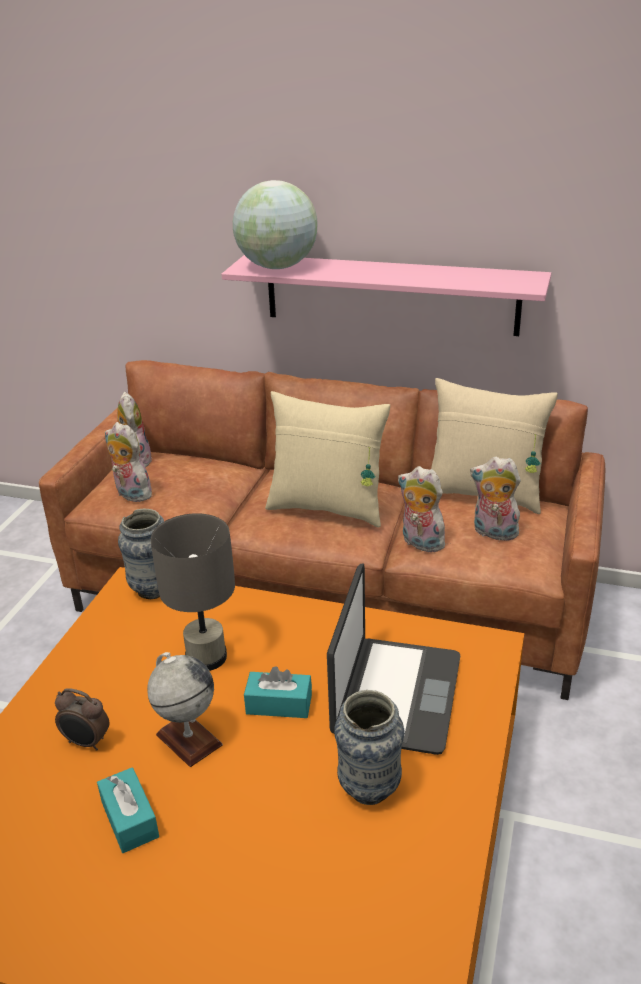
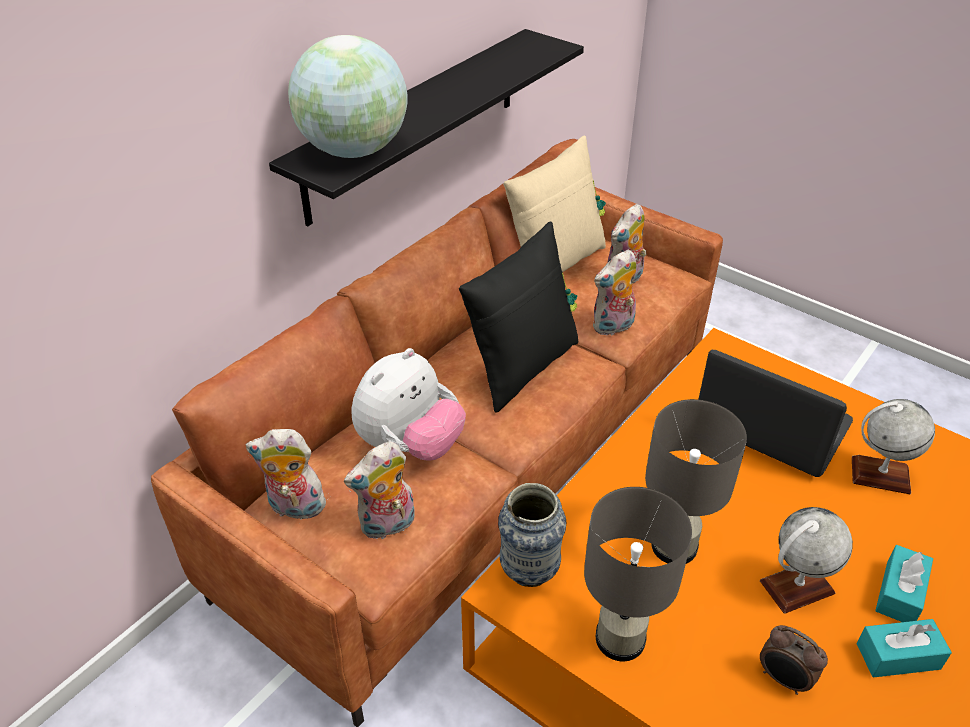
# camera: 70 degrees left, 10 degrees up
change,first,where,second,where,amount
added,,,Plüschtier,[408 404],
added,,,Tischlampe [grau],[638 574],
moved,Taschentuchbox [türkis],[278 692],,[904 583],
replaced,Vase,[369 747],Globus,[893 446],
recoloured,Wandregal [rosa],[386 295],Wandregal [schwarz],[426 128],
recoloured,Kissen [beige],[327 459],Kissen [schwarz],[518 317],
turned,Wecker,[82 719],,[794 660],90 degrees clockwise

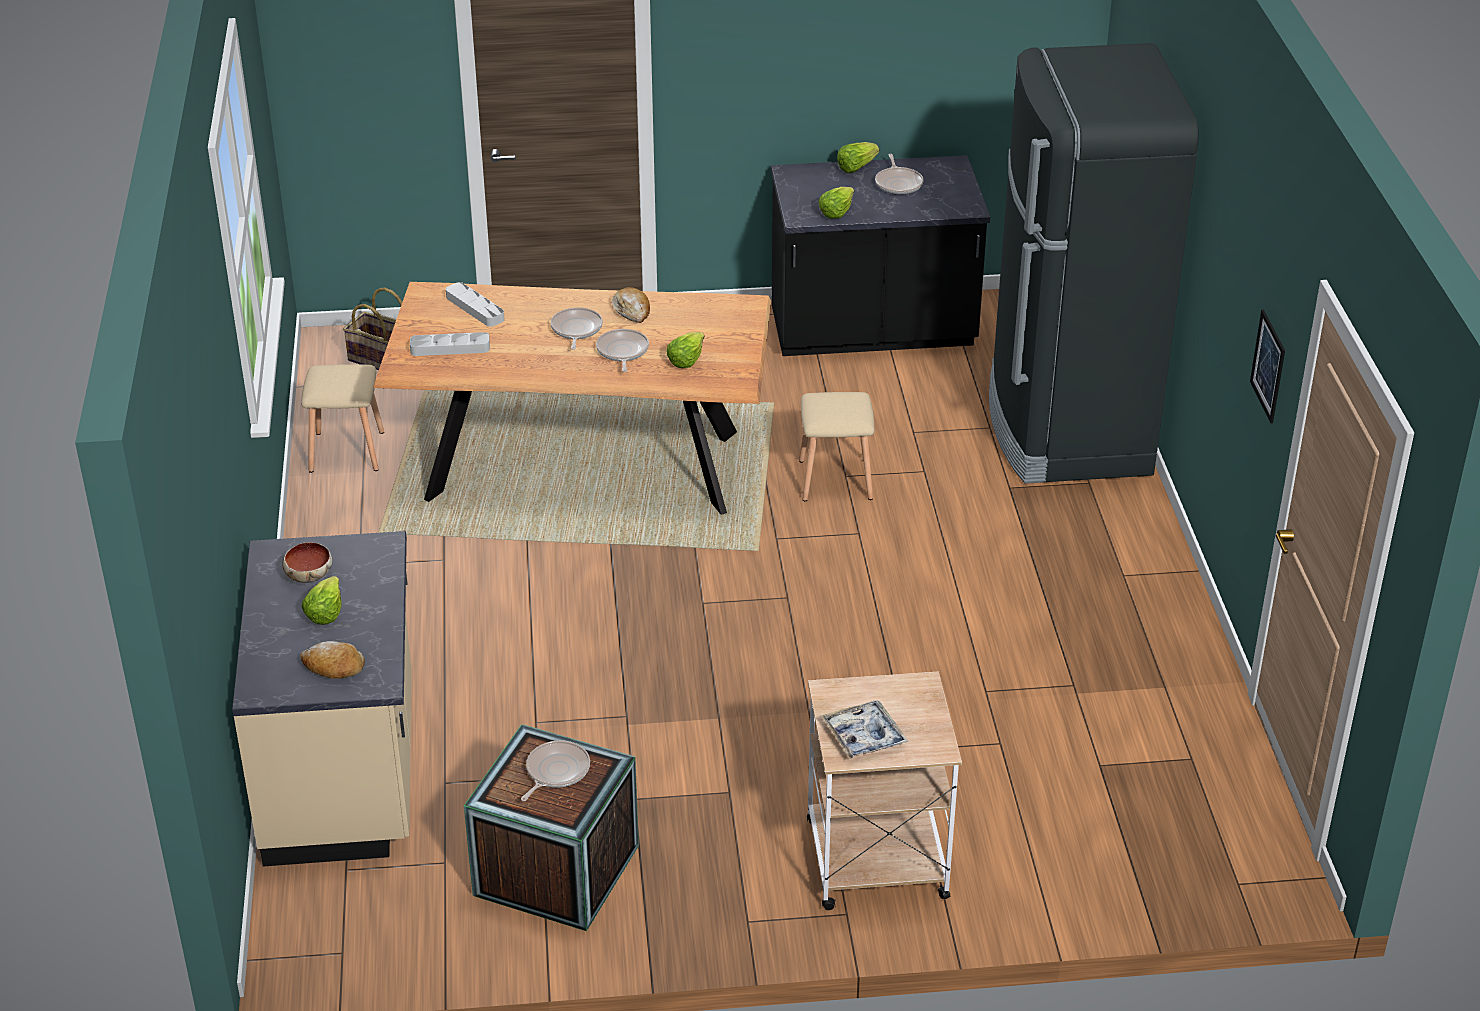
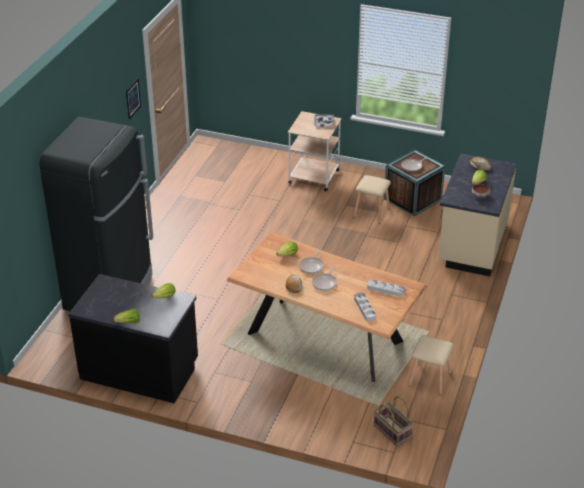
# camera: 155 degrees left, 0 degrees up
change,first,where,second,where,amount
removed,Pfanne,[899 174],,,
moved,Hocker [beige],[836 446],,[372 199],

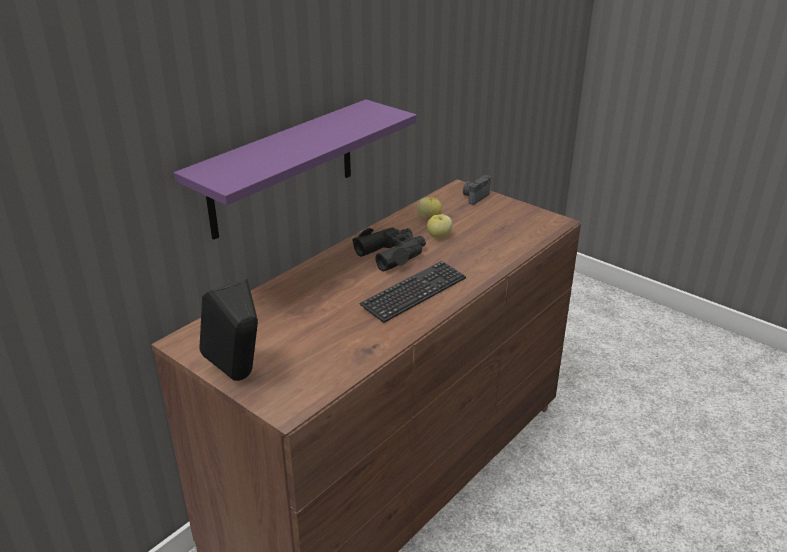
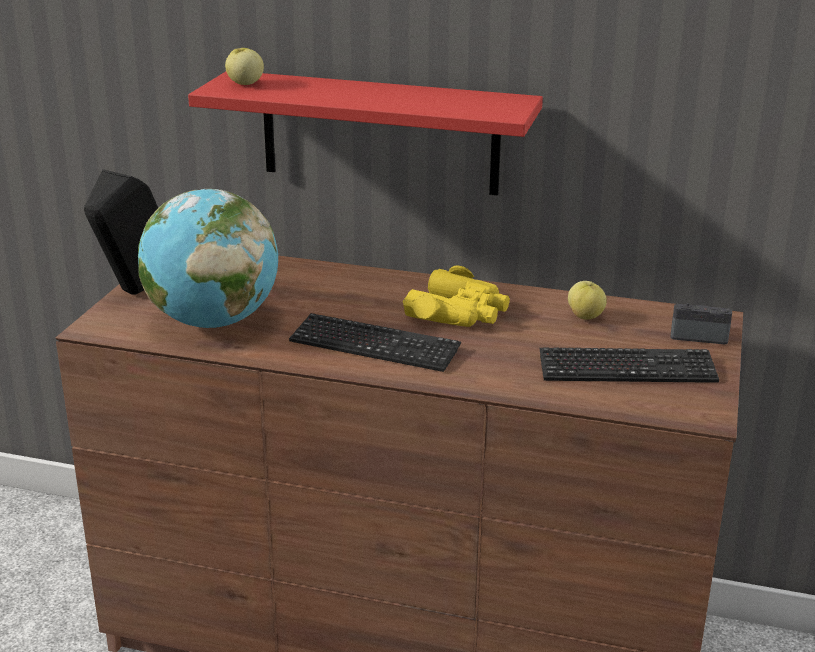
# camera: 65 degrees right, 5 degrees down
change,first,where,second,where,amount
added,,,Globus,[208 258],
added,,,Tastatur,[629 365],
moved,Apfel,[439 226],,[244 66],
recoloured,Wandregal [lila],[295 169],Wandregal [rot],[365 133],
recoloured,Fernglas [schwarz],[389 249],Fernglas [gelb],[456 296],

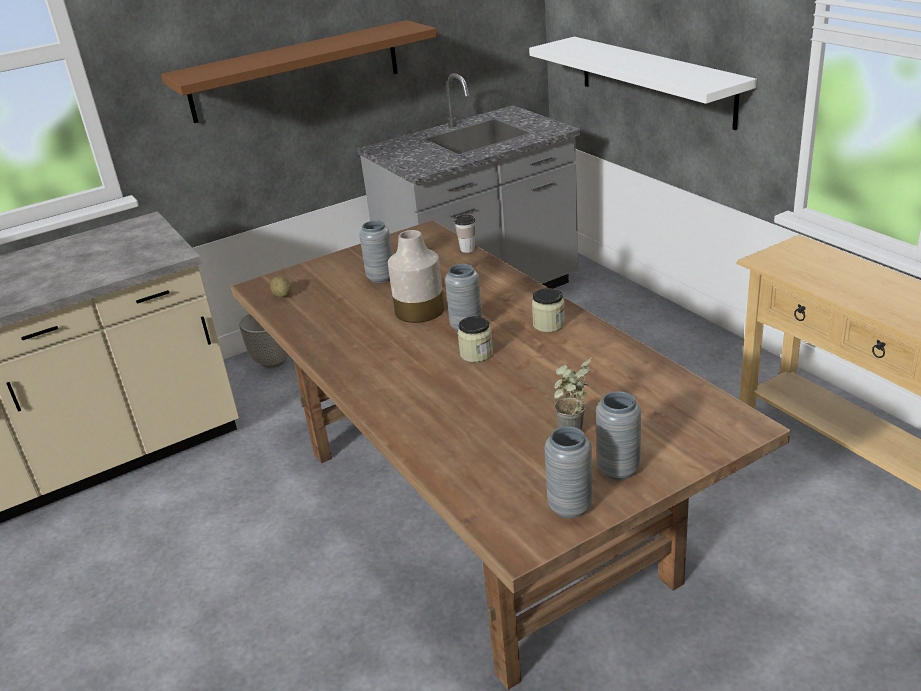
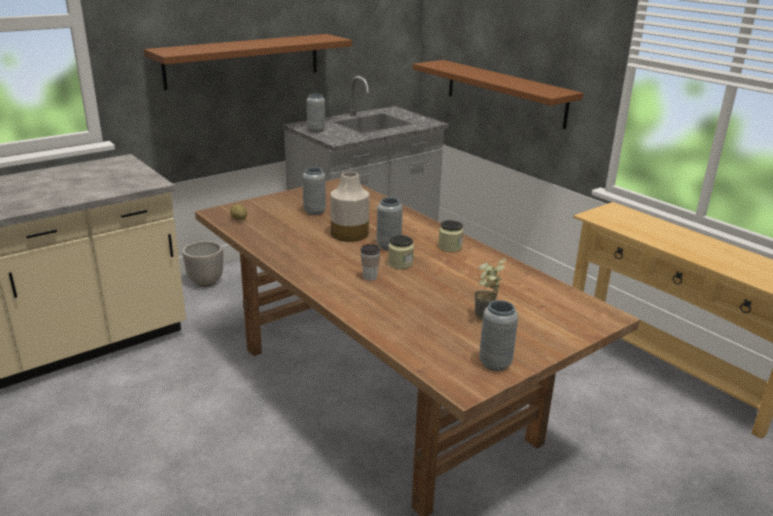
# camera: 10 degrees left, 5 degrees down
change,first,where,second,where,amount
moved,Tasse,[464 234],,[370 262],
moved,Vase [grau],[618 435],,[316 113],
recoloured,Wandregal [weiß],[643 83],Wandregal [braun],[498 94],

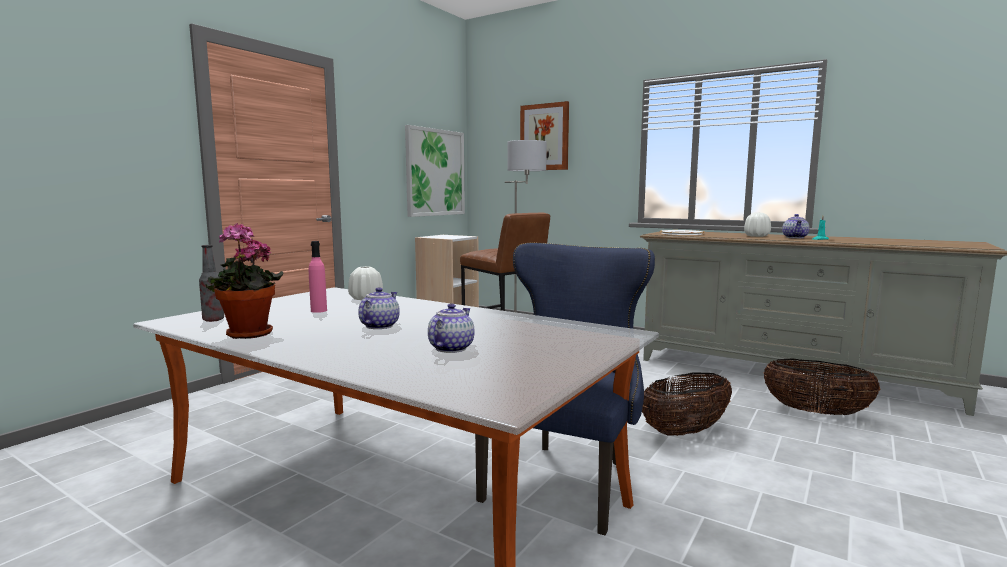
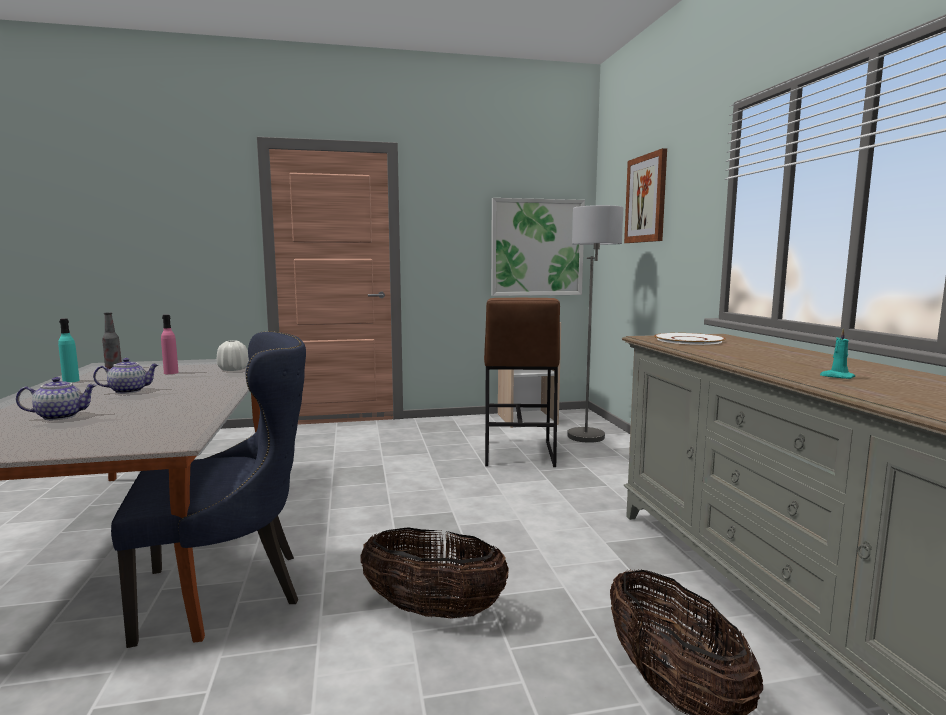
# camera: 45 degrees right, 0 degrees up
change,first,where,second,where,amount
removed,Vase [weiß],[757 225],,,
removed,Teekanne,[795 226],,,
replaced,Topfpflanze,[244 281],Flasche [türkis],[69 351],

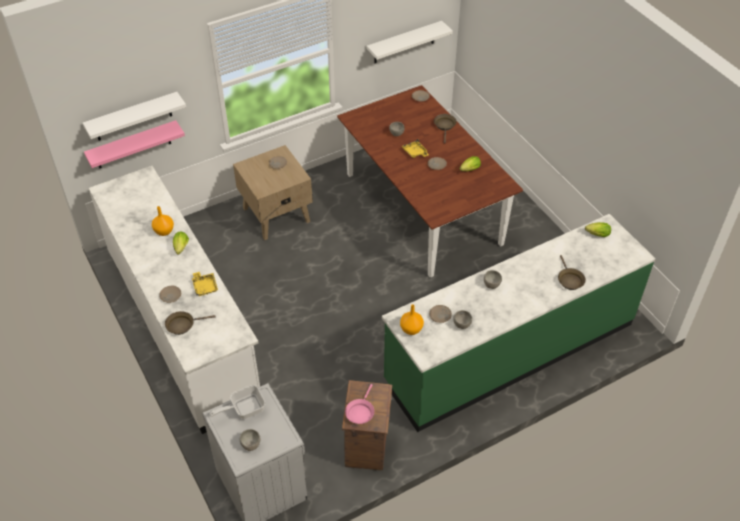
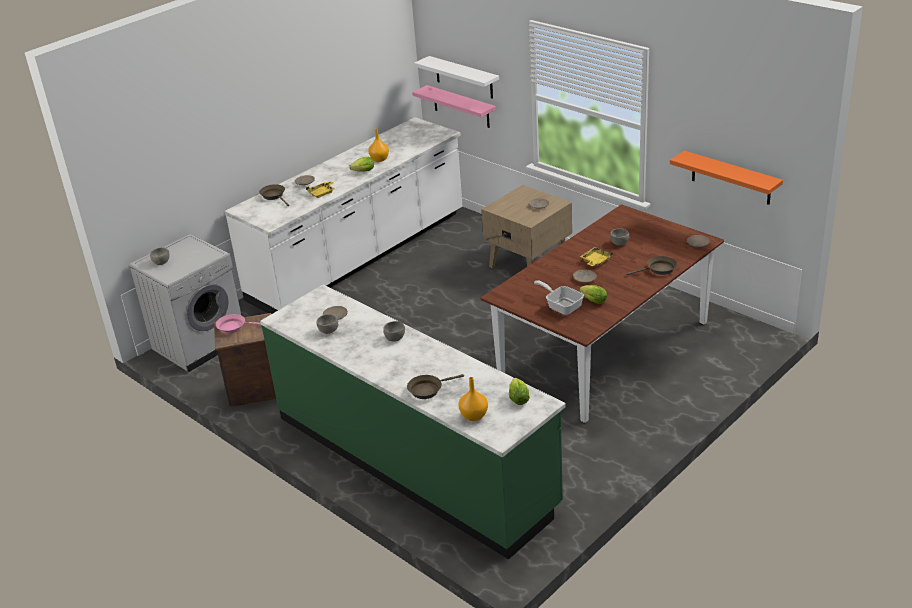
# camera: 75 degrees right, 15 degrees down
change,first,where,second,where,amount
moved,Pfanne,[238 402],,[559 297],
moved,Vase [orange],[412 320],,[473 399],
recoloured,Wandregal [weiß],[410 42],Wandregal [orange],[726 178],

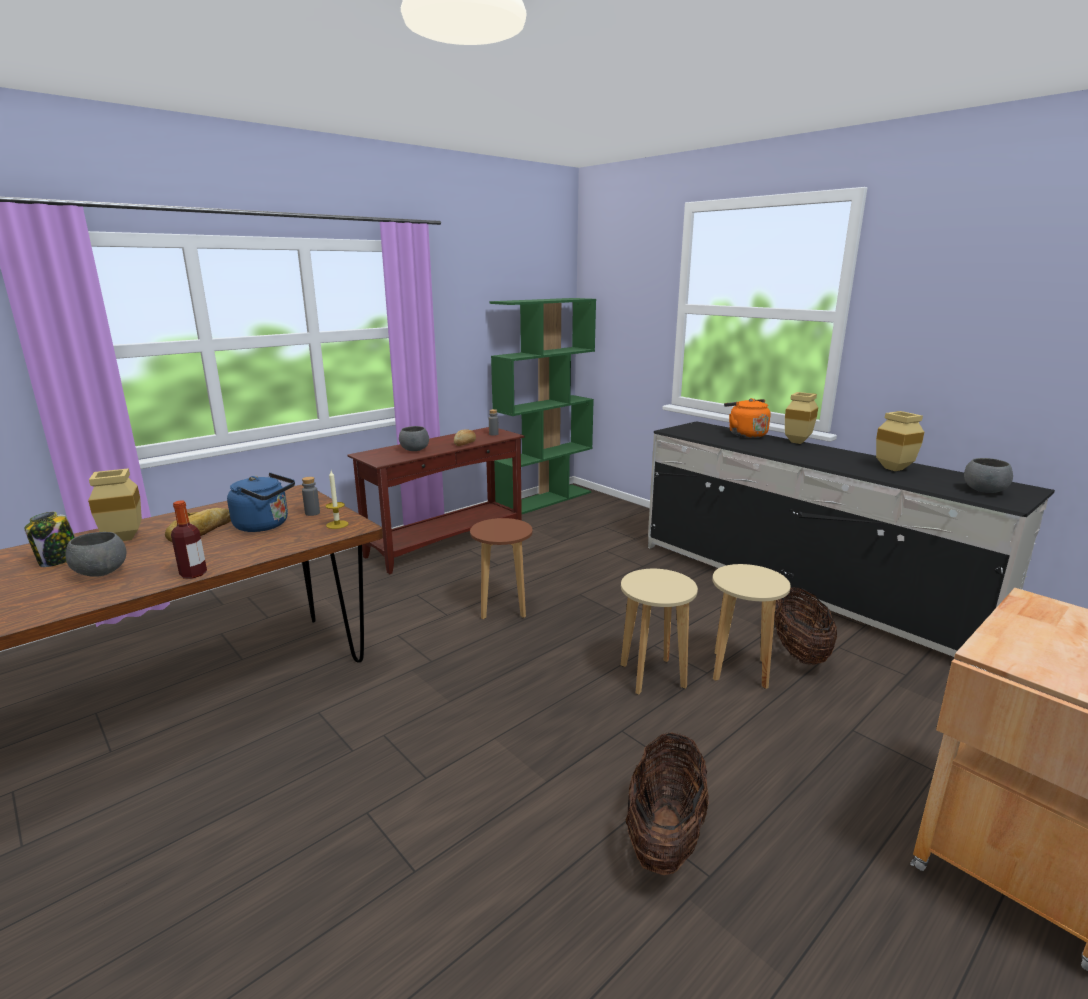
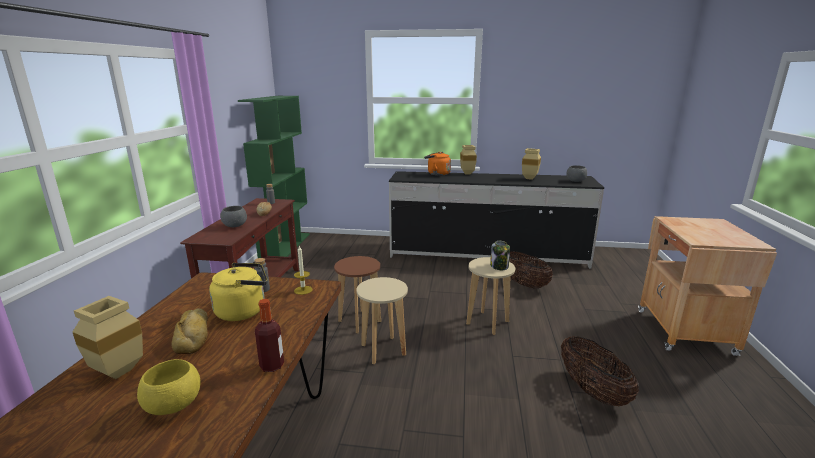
# camera: 40 degrees left, 0 degrees up
change,first,where,second,where,amount
moved,Vorratsglas,[49 539],,[500 255],
moved,Hocker [beige],[751 626],,[382 320],
recoloured,Schüssel [grau],[95 554],Schüssel [gelb],[169 387],
recoloured,Wasserkessel [blau],[261 502],Wasserkessel [gelb],[238 292],

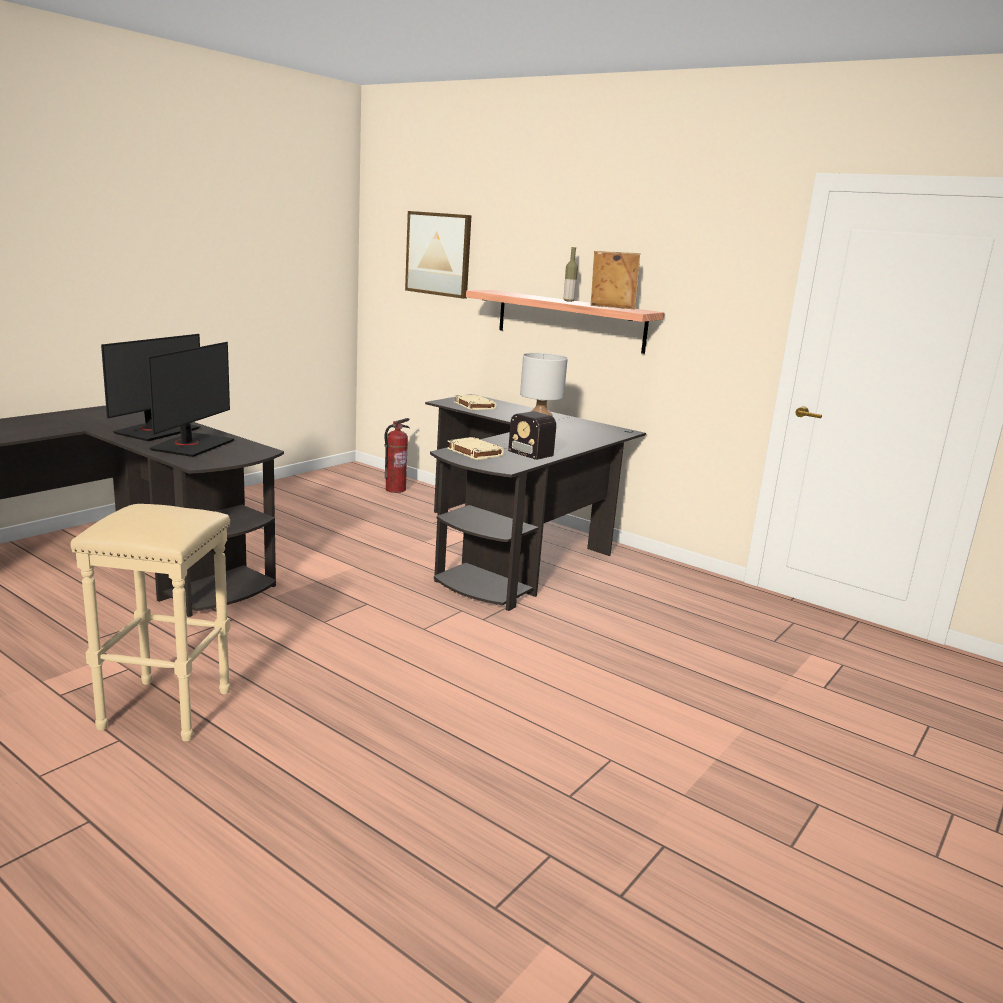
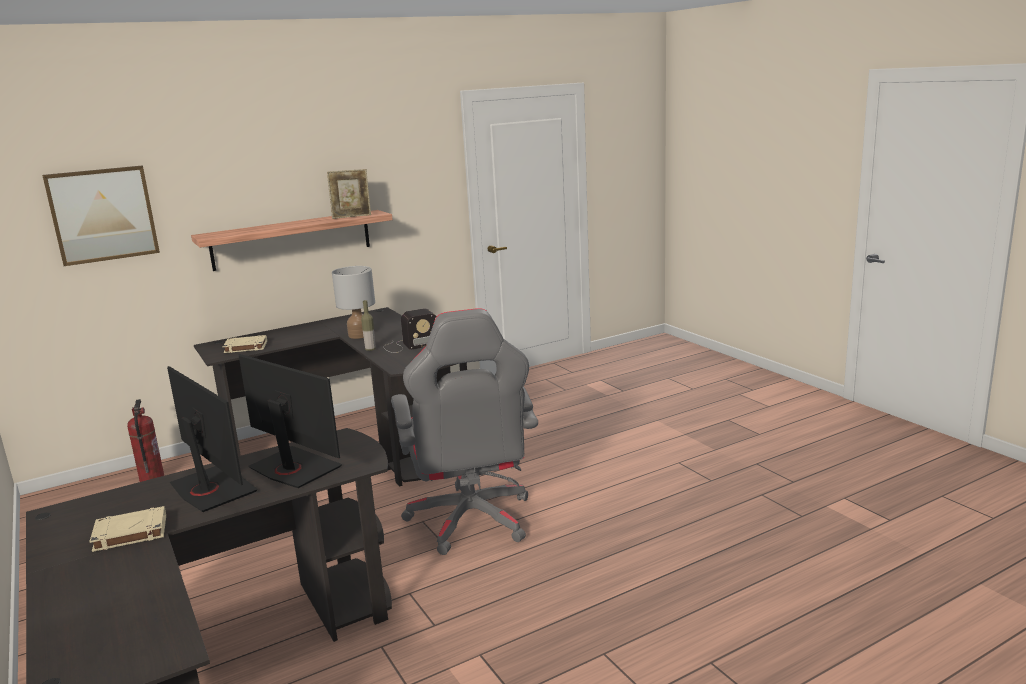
# camera: 65 degrees left, 0 degrees up
change,first,where,second,where,amount
removed,Hocker [beige],[150 622],,,
added,,,Bürostuhl [grau],[464 431],
moved,Buch [beige],[475 448],,[127 529],
moved,Flasche,[571 274],,[368 325],
turned,Bilderrahmen,[615 280],,[349 194],150 degrees counterclockwise

